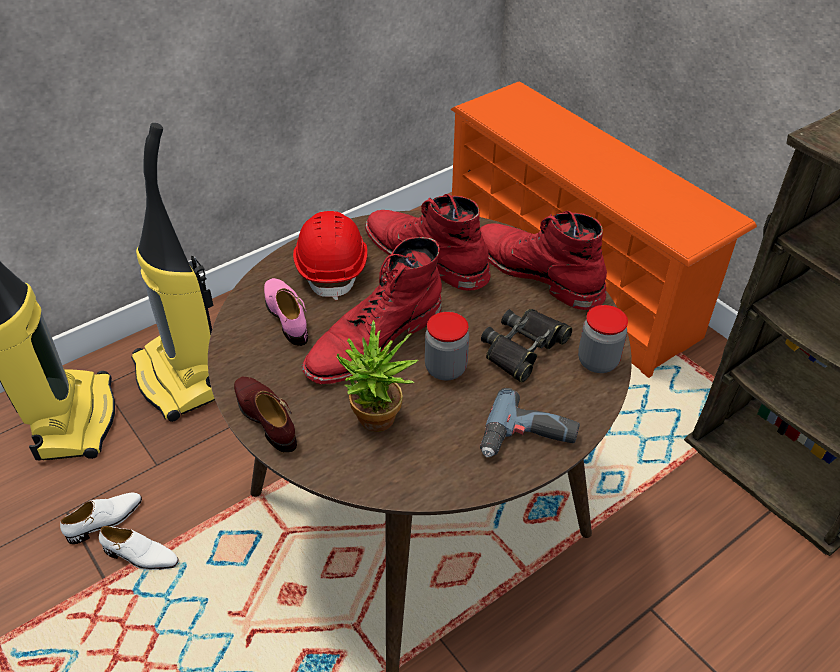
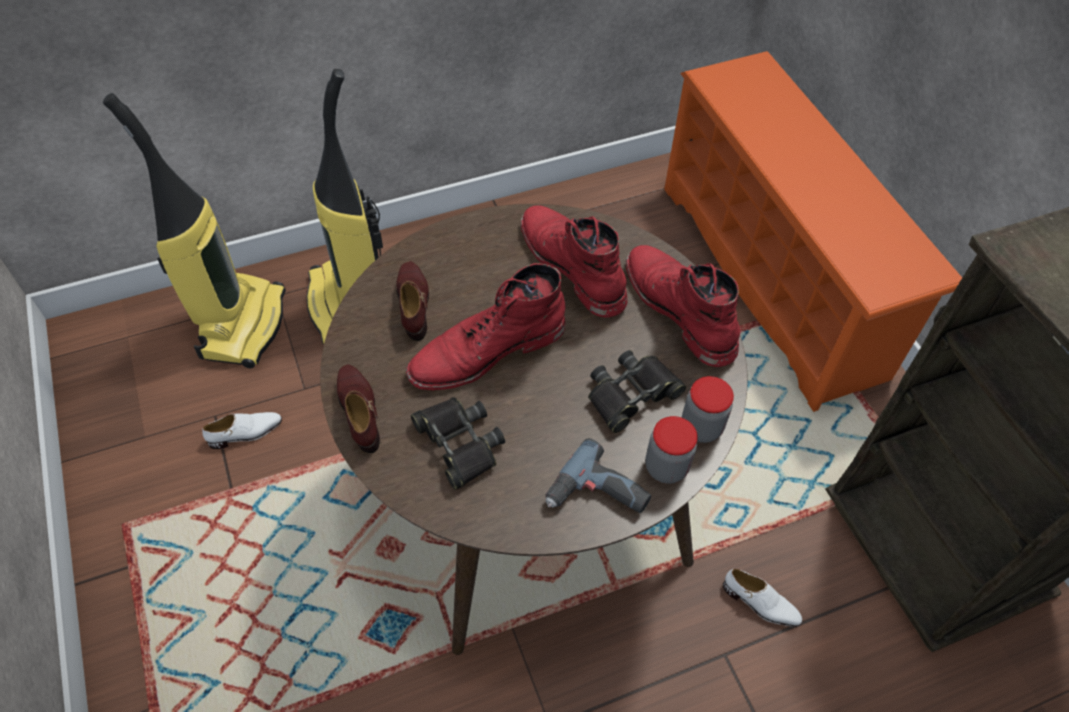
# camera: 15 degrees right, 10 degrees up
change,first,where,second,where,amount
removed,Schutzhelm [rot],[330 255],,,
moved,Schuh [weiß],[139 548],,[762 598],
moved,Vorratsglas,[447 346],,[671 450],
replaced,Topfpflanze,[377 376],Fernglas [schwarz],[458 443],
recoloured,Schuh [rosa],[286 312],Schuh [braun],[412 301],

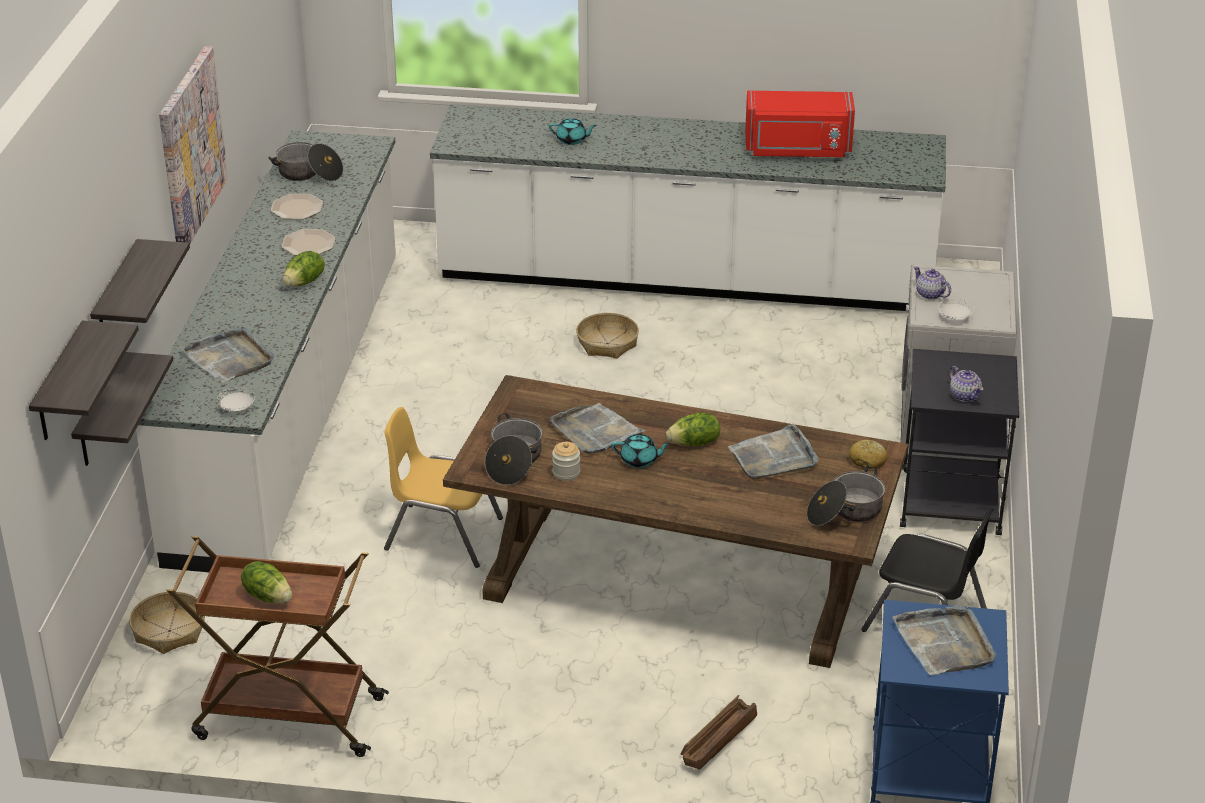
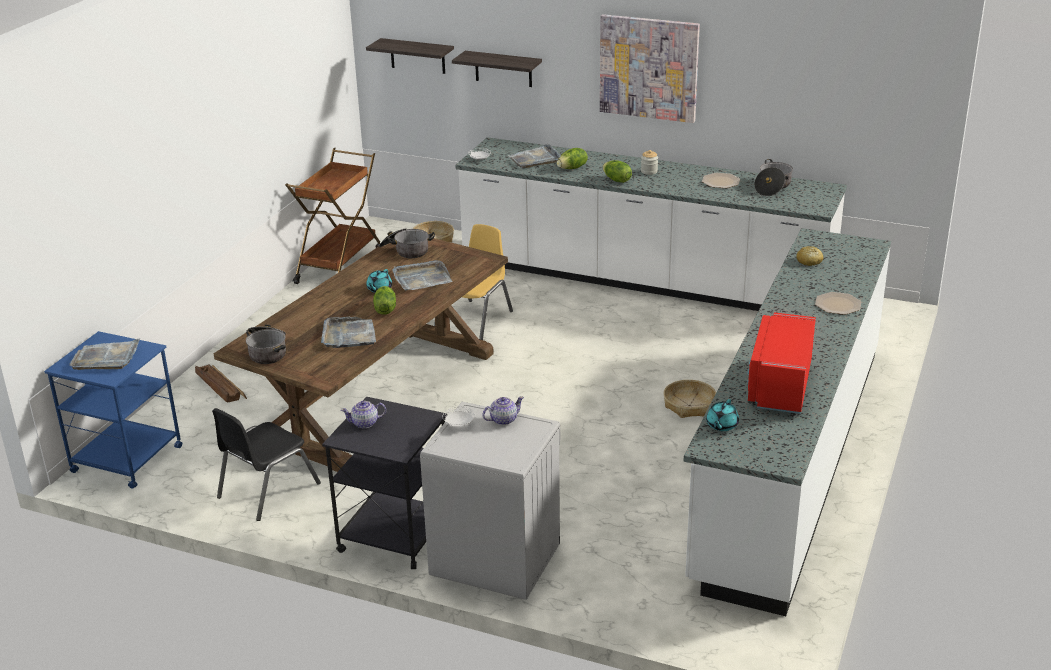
# camera: 105 degrees right, 5 degrees down
change,first,where,second,where,amount
removed,Wandregal,[122 409],,,
moved,Salatkopf,[266 582],,[572 158],
moved,Teller,[308 242],,[838 303],
moved,Teekanne [türkis],[573 131],,[722 415],
moved,Vorratsglas,[566 461],,[649 162],
moved,Brot,[868 454],,[810 256],

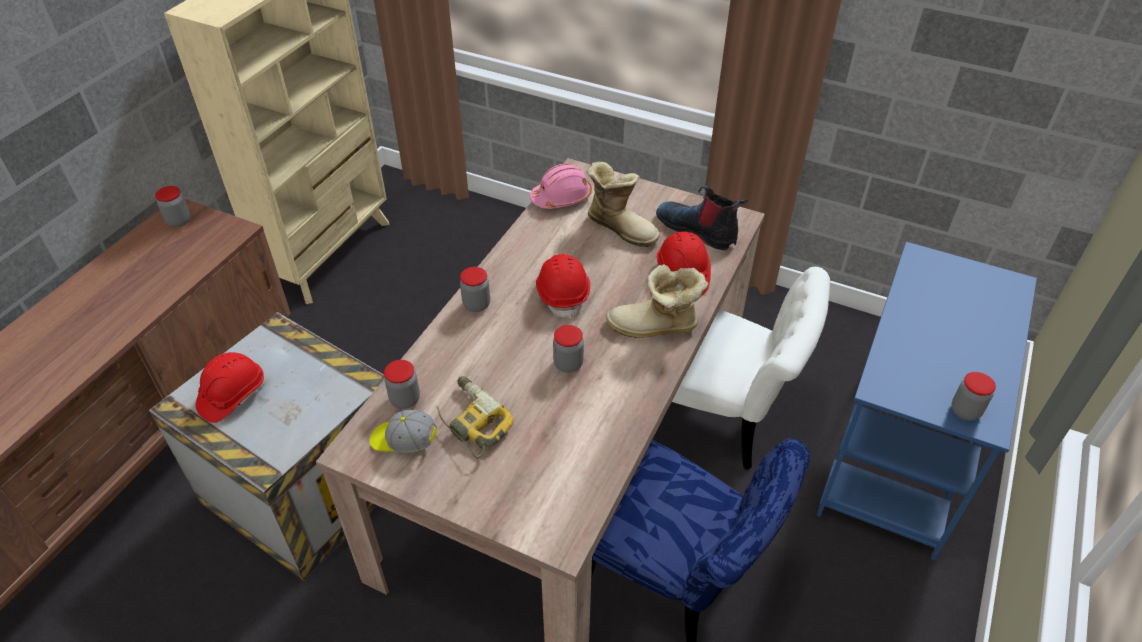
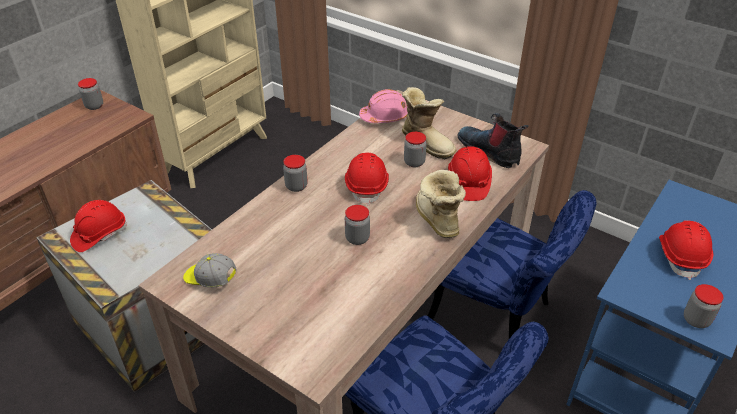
# camera: 10 degrees right, 5 degrees down
change,first,where,second,where,amount
removed,Bohrmaschine,[475 417],,,
added,,,Schutzhelm [rot],[686 250],
moved,Vorratsglas,[402 384],,[415 149],
recoloured,Stuhl [weiß],[751 368],Stuhl [blau],[512 264],
turned,Stiefel,[657 301],,[441 204],60 degrees clockwise

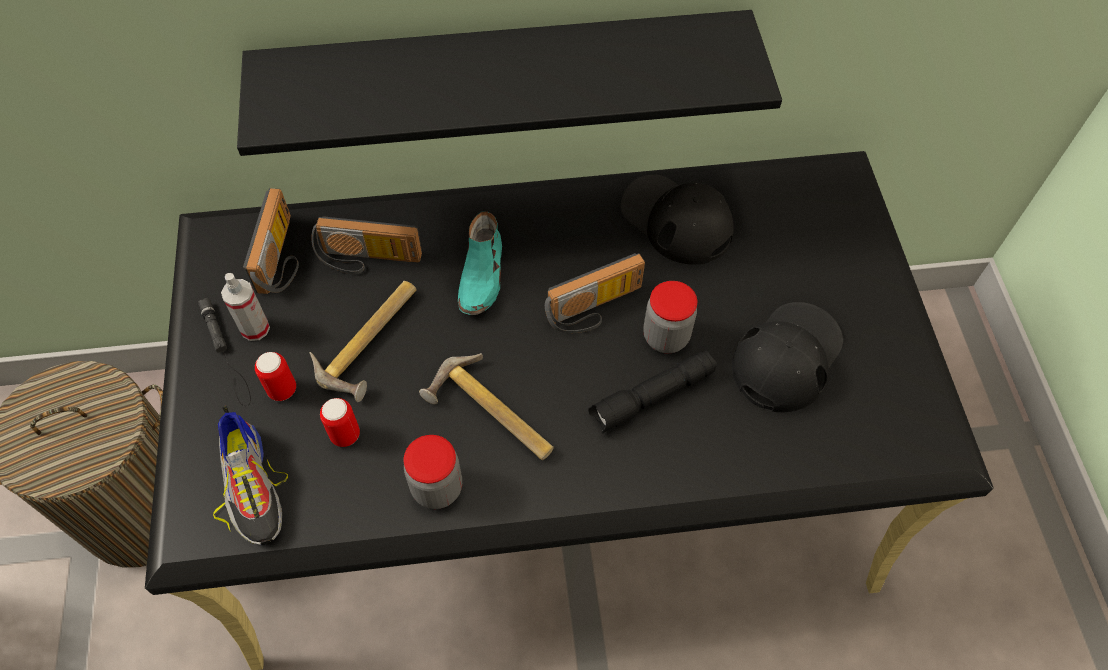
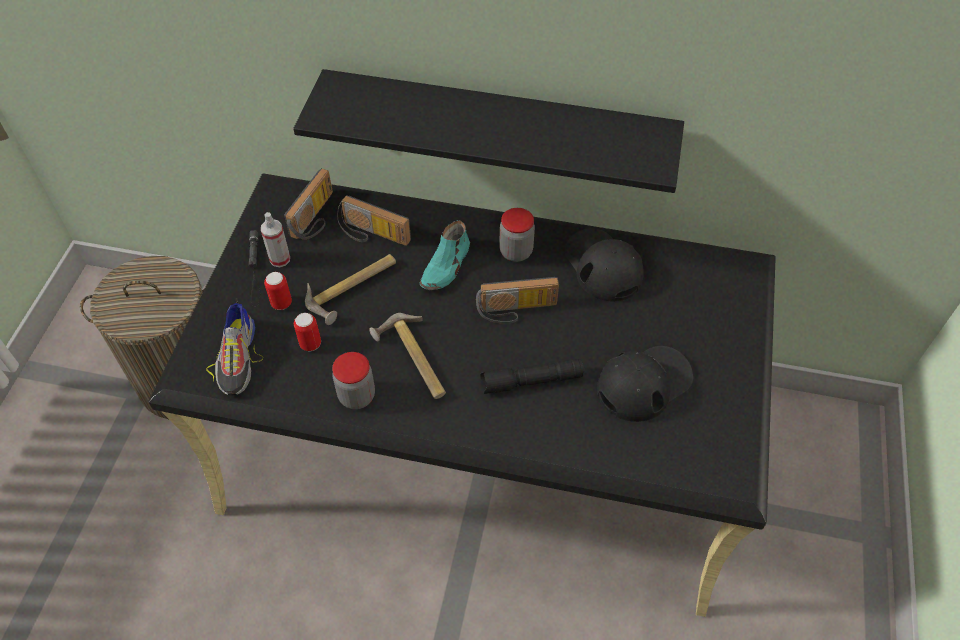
# camera: 20 degrees right, 5 degrees down
change,first,where,second,where,amount
moved,Vorratsglas,[670 317],,[517 235],

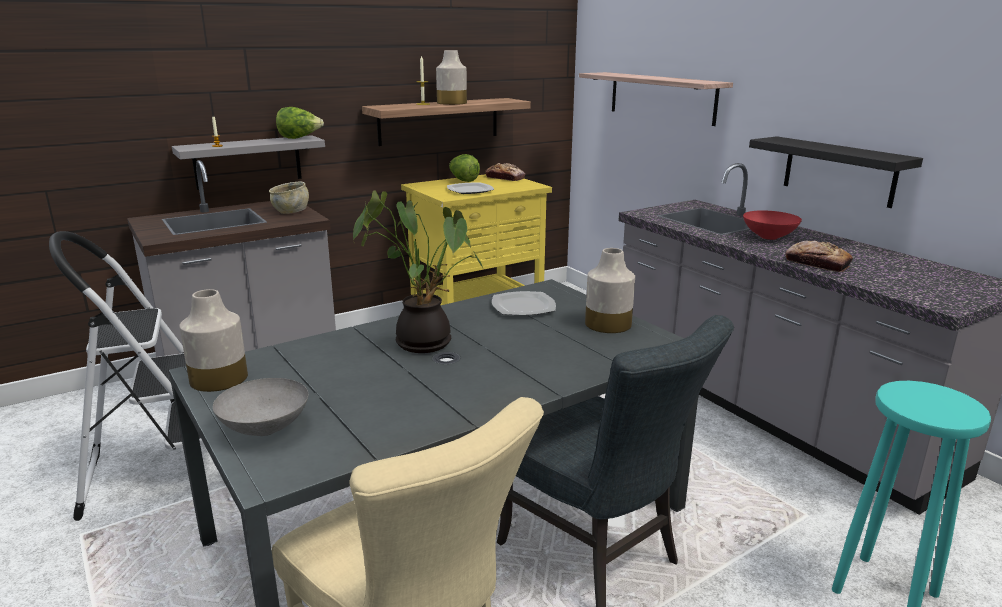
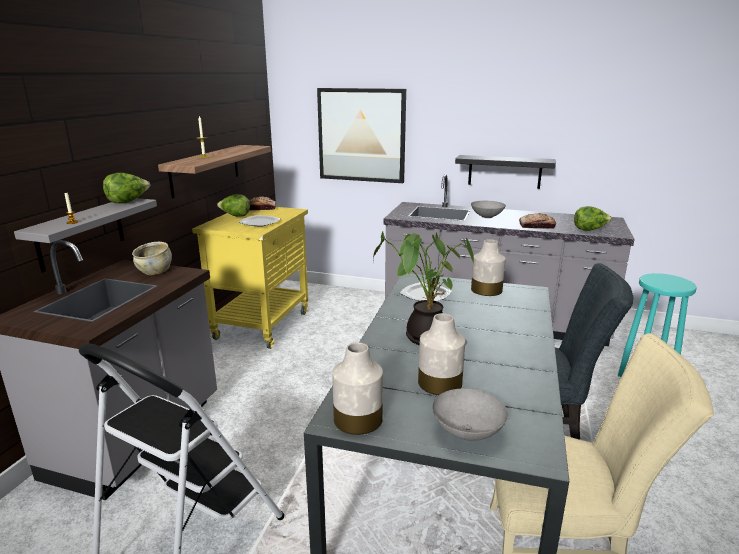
# camera: 40 degrees left, 0 degrees up
change,first,where,second,where,amount
added,,,Salatkopf,[593 218],
moved,Vase [beige],[451 77],,[441 354],
replaced,Wandregal,[656 99],Bild,[361 135],
recoloured,Schüssel [rot],[772 225],Schüssel [grau],[488 209],

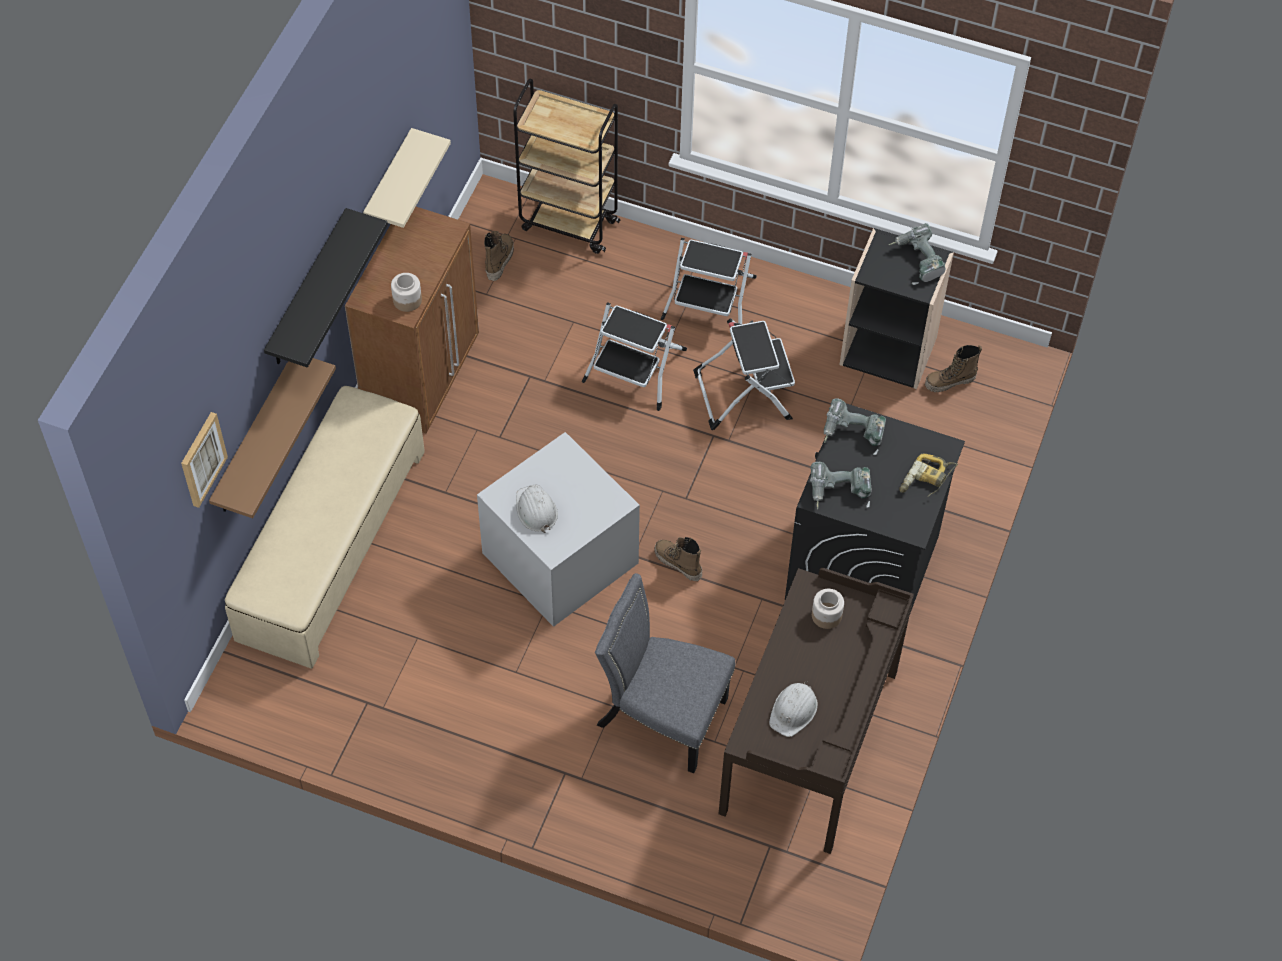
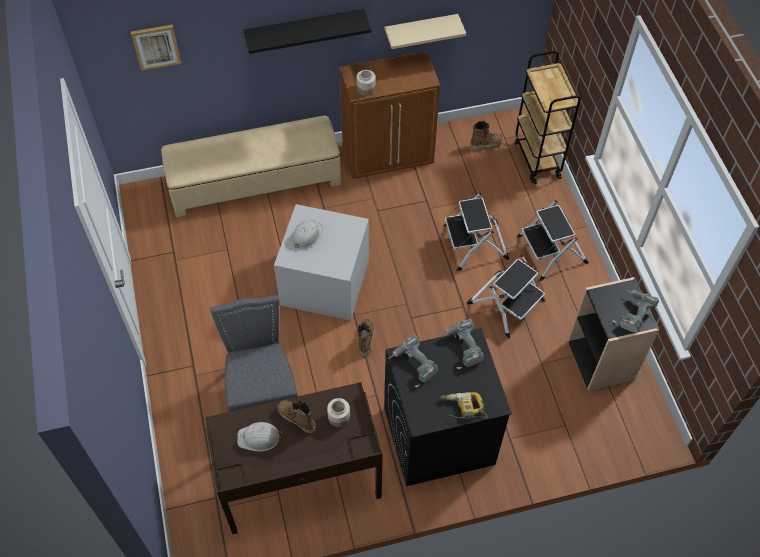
# camera: 55 degrees right, 0 degrees up
change,first,where,second,where,amount
removed,Wandregal [braun],[272 438],,,
moved,Stiefel,[953 368],,[296 416],

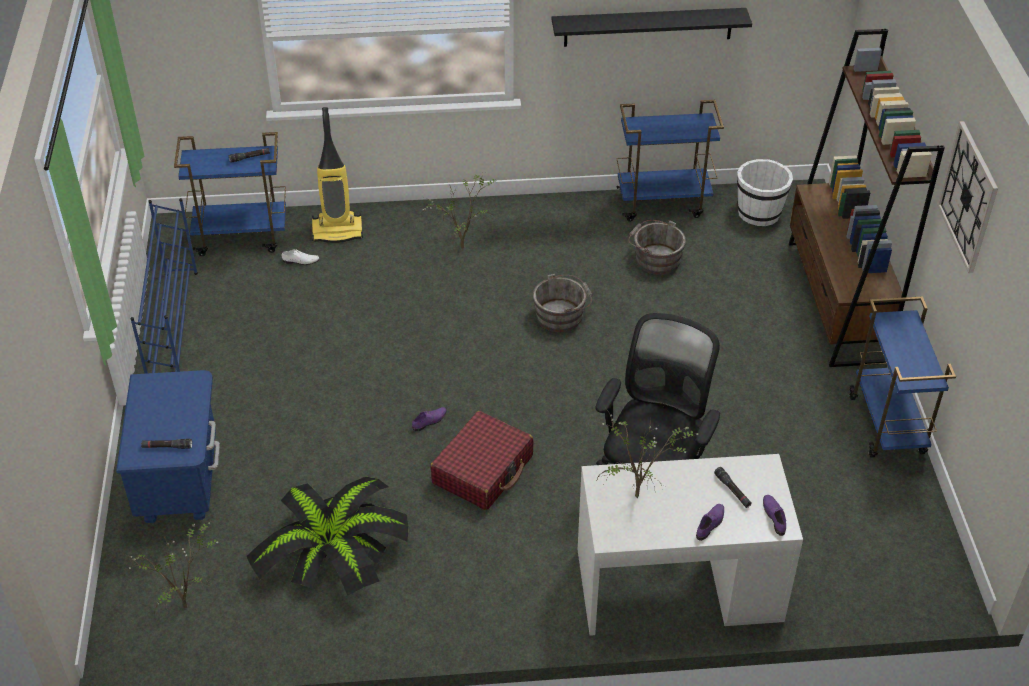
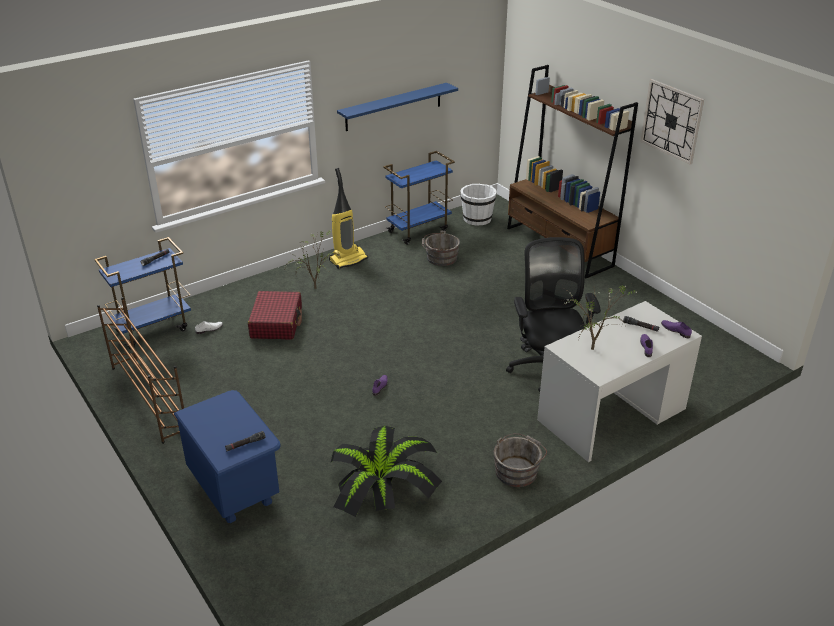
# camera: 30 degrees left, 10 degrees down
change,first,where,second,where,amount
removed,Topfpflanze,[171 567],,,
removed,Rollwagen [blau],[902 377],,,
moved,Staubsauger,[337 175],,[348 218],
moved,Koffer [rot],[481 460],,[275 315],
moved,Eimer [grau],[562 303],,[520 460],
recoloured,Schuhregal [blau],[164 286],Schuhregal [braun],[140 370],
recoloured,Wandregal [schwarz],[652 27],Wandregal [blau],[397 107],

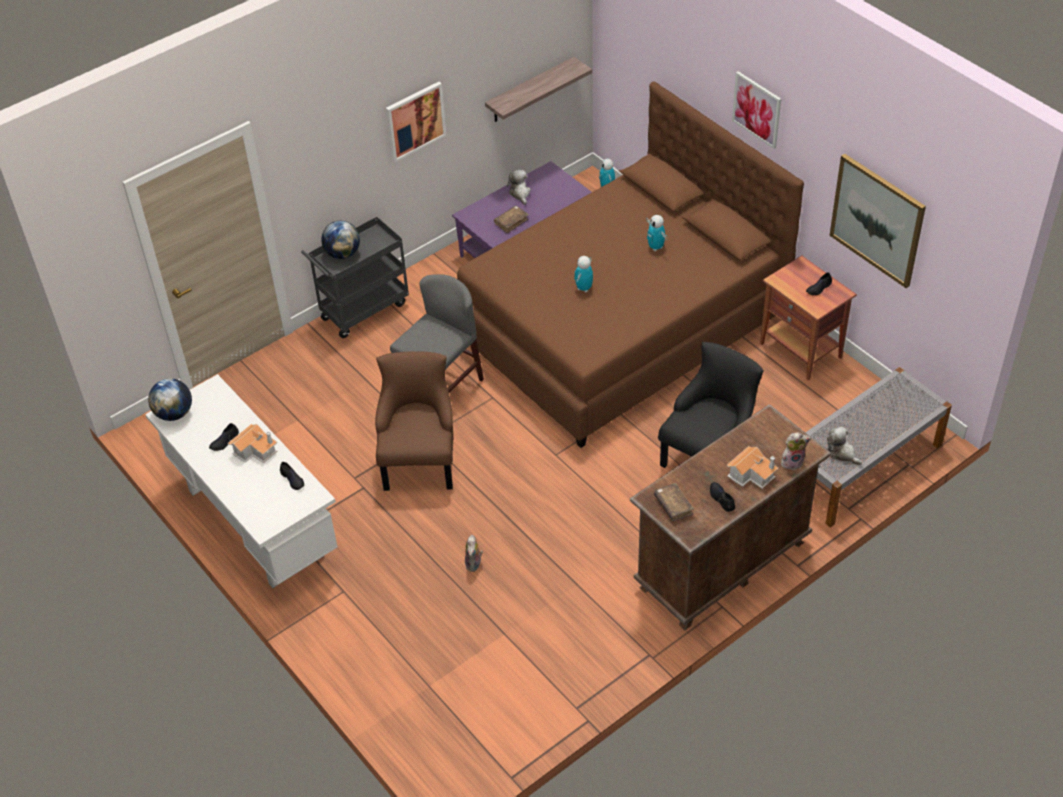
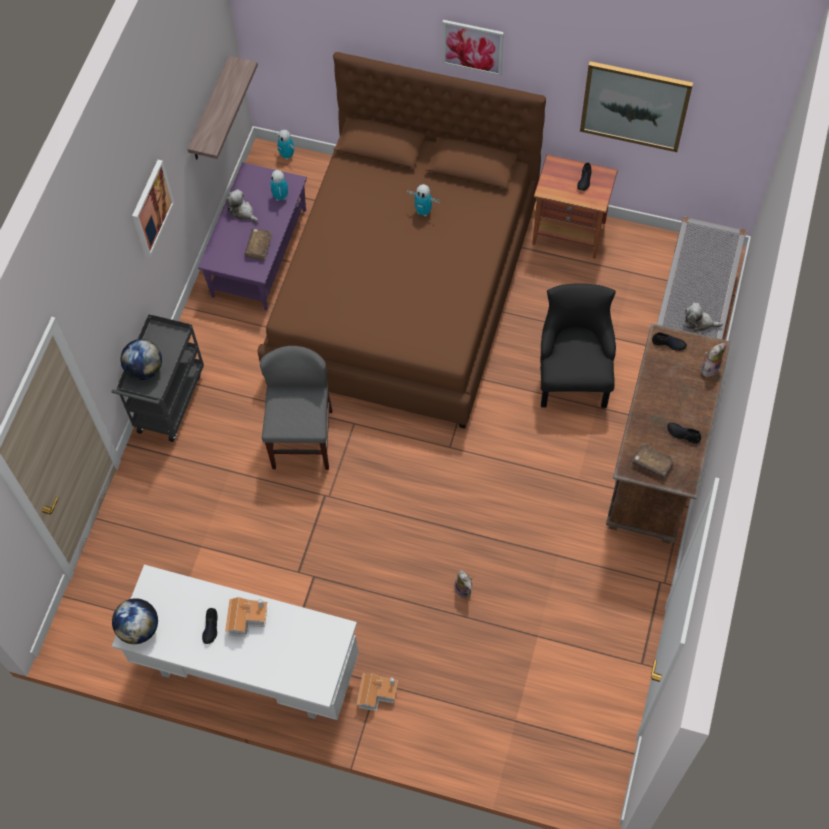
# camera: 35 degrees left, 15 degrees up
change,first,where,second,where,amount
removed,Stuhl [braun],[414 421],,,
moved,Schuh [schwarz],[292 476],,[669 341],
moved,Spielzeugroboter,[583 274],,[279 185],
moved,Spielzeughaus,[752 467],,[377 692],

